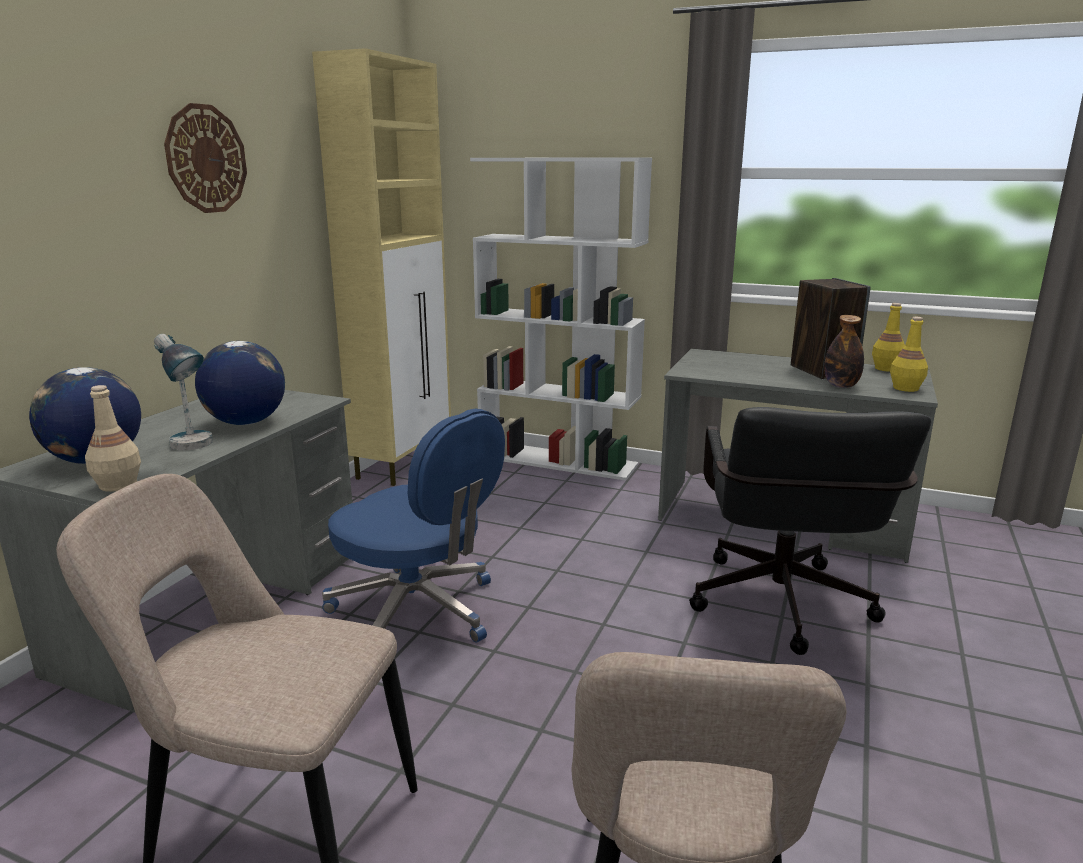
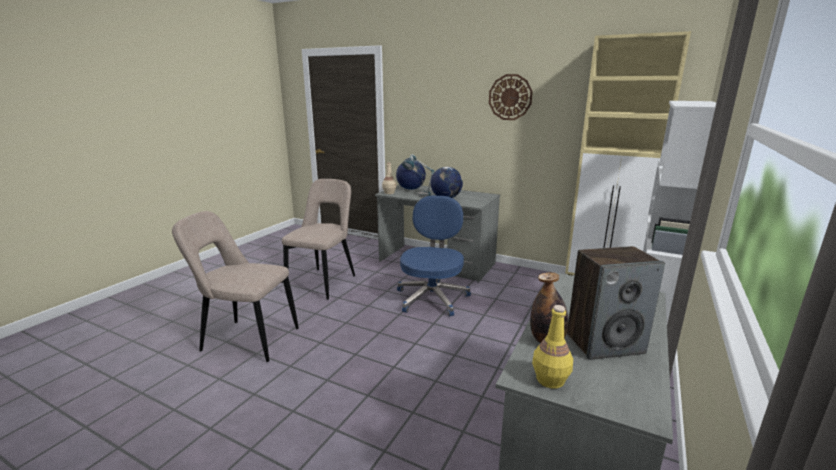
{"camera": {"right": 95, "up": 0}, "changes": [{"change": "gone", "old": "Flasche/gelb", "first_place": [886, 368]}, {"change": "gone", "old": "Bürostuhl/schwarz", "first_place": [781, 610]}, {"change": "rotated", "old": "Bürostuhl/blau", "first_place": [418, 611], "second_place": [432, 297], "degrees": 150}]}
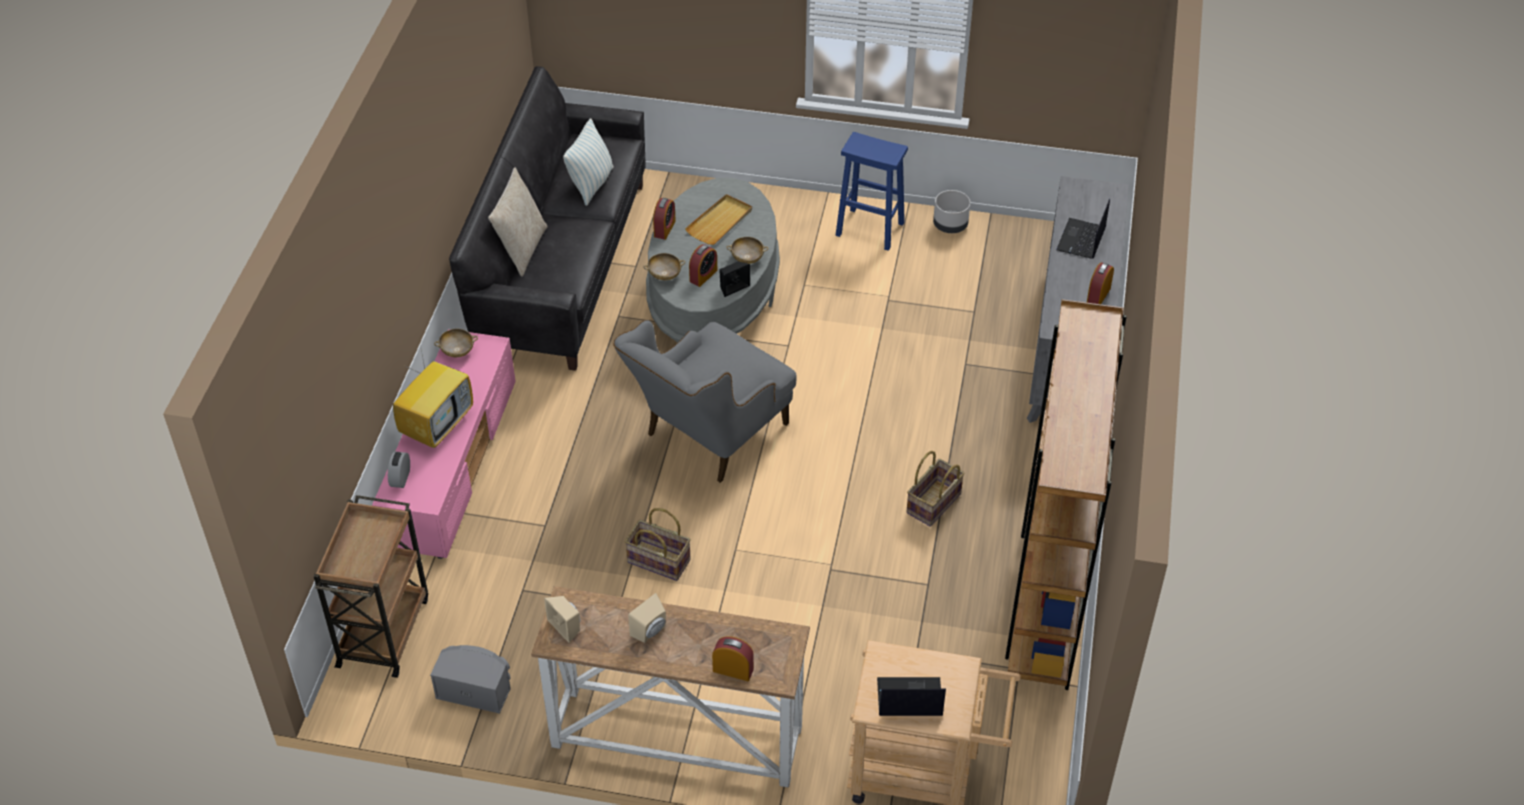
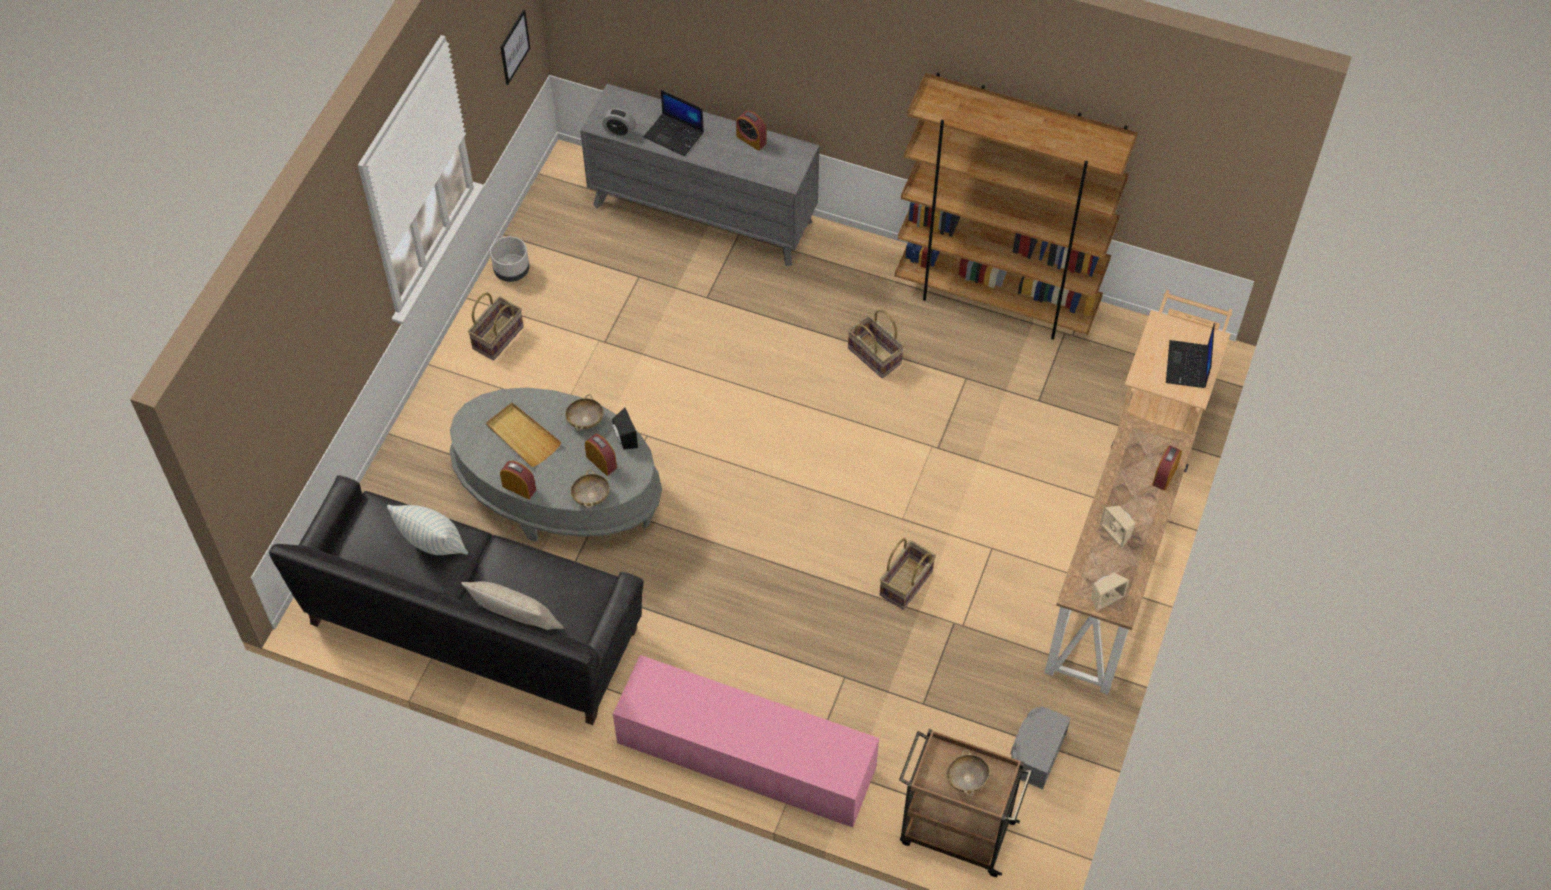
{"camera": {"right": -80, "up": 10}, "changes": [{"change": "swapped", "old": "Hocker/blau", "new": "Korb", "first_place": [871, 229], "second_place": [497, 337]}, {"change": "gone", "old": "Sessel/grau", "first_place": [708, 437]}, {"change": "shifted", "old": "Schüssel/beige", "first_place": [457, 351], "second_place": [966, 779]}, {"change": "gone", "old": "Fernseher", "first_place": [437, 424]}, {"change": "shifted", "old": "Wecker", "first_place": [400, 478], "second_place": [619, 131]}, {"change": "new", "new": "Bild", "second_place": [514, 47]}]}
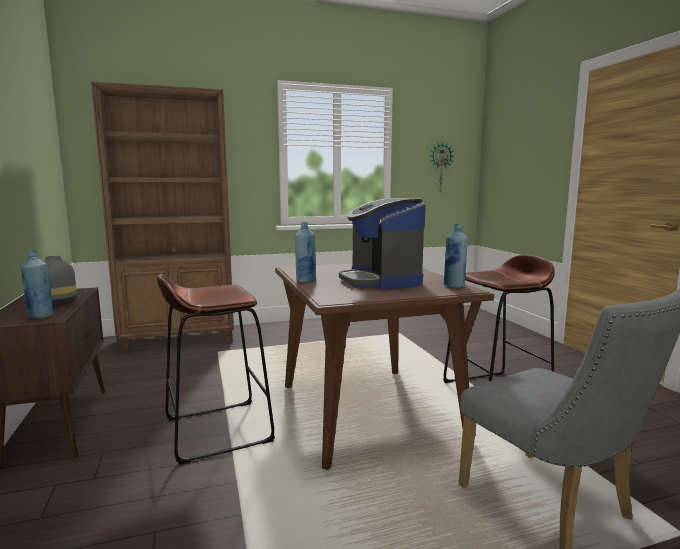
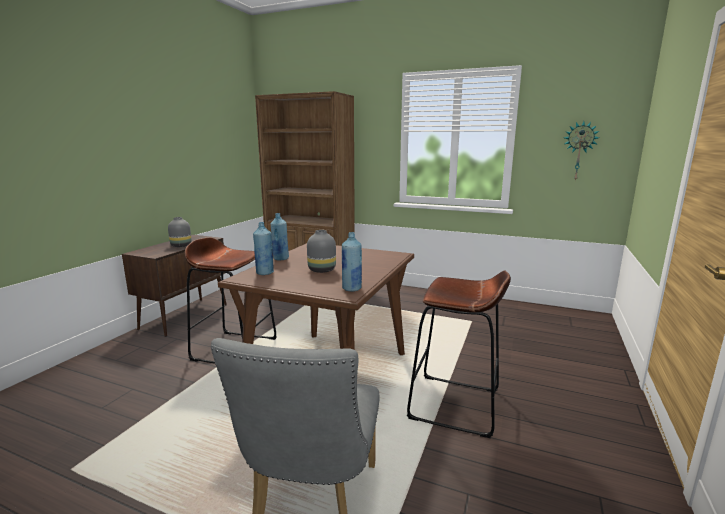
{"camera": {"right": 40, "up": 5}, "changes": [{"change": "swapped", "old": "Kaffeemaschine", "new": "Vase/grau", "first_place": [381, 281], "second_place": [322, 270]}, {"change": "shifted", "old": "Flasche/blau", "first_place": [40, 316], "second_place": [265, 273]}]}
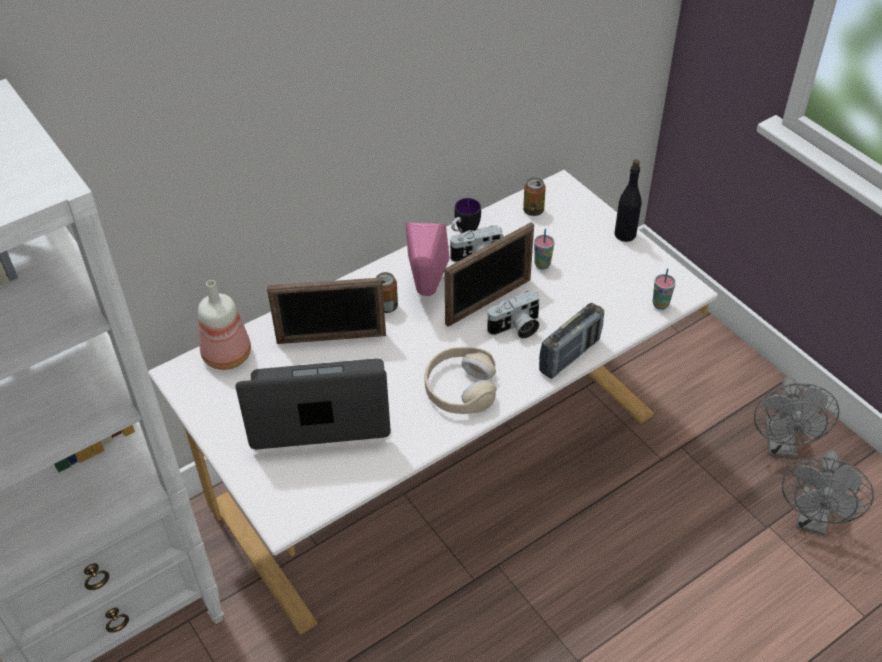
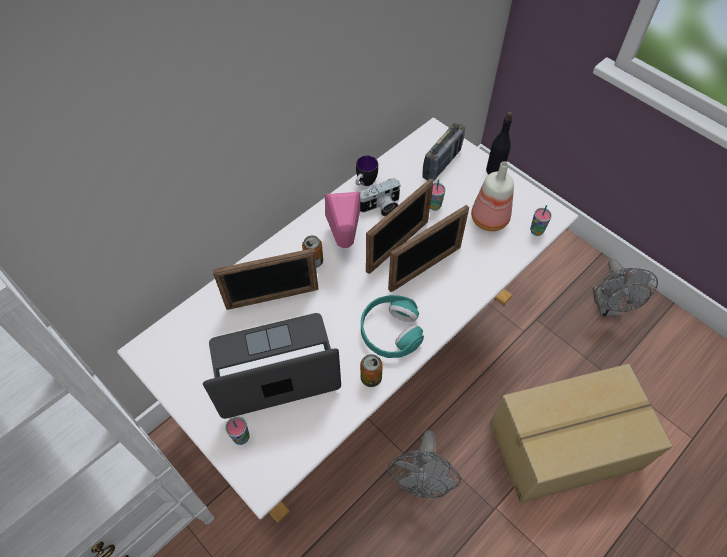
{"camera": {"right": -10, "up": 10}, "changes": [{"change": "shifted", "old": "Dose", "first_place": [533, 211], "second_place": [371, 378]}, {"change": "shifted", "old": "Flasche", "first_place": [228, 356], "second_place": [490, 220]}, {"change": "swapped", "old": "Kamera", "new": "Bilderrahmen", "first_place": [516, 328], "second_place": [425, 268]}, {"change": "shifted", "old": "Radio", "first_place": [570, 356], "second_place": [442, 164]}, {"change": "repainted", "old": "Kopfhörer/beige", "new": "Kopfhörer/türkis", "first_place": [460, 388], "second_place": [390, 331]}, {"change": "shifted", "old": "Ventilator/grau", "first_place": [813, 520], "second_place": [421, 481]}, {"change": "new", "new": "Karton", "second_place": [565, 446]}, {"change": "new", "new": "Tasse", "second_place": [241, 437]}]}
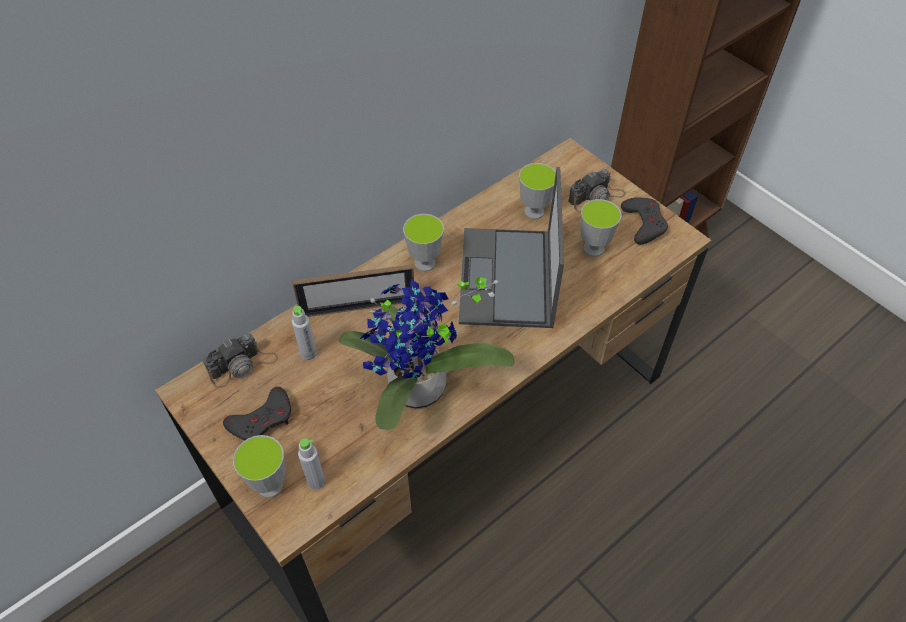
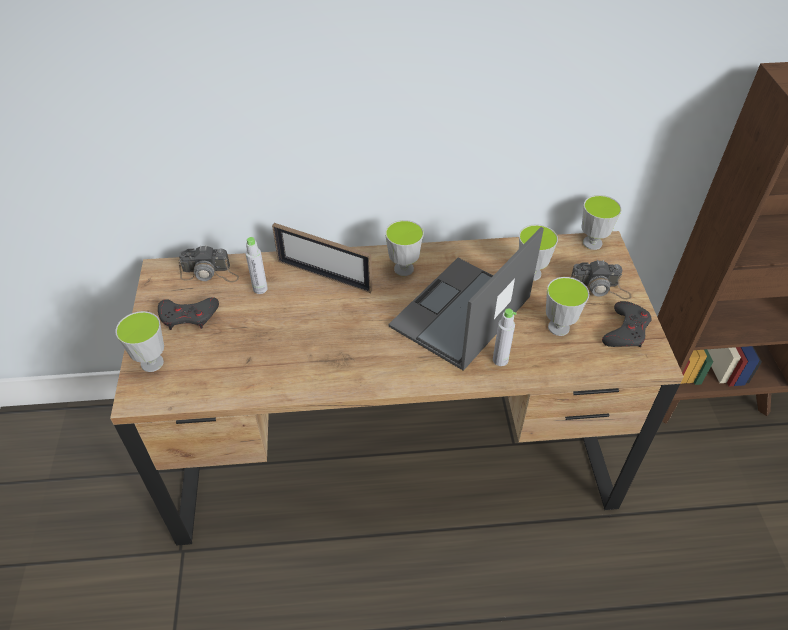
{"camera": {"right": 35, "up": -5}, "changes": [{"change": "gone", "old": "Topfpflanze", "first_place": [418, 395]}, {"change": "shifted", "old": "Flasche/grau", "first_place": [316, 481], "second_place": [500, 360]}, {"change": "new", "new": "Tasse", "second_place": [592, 243]}]}
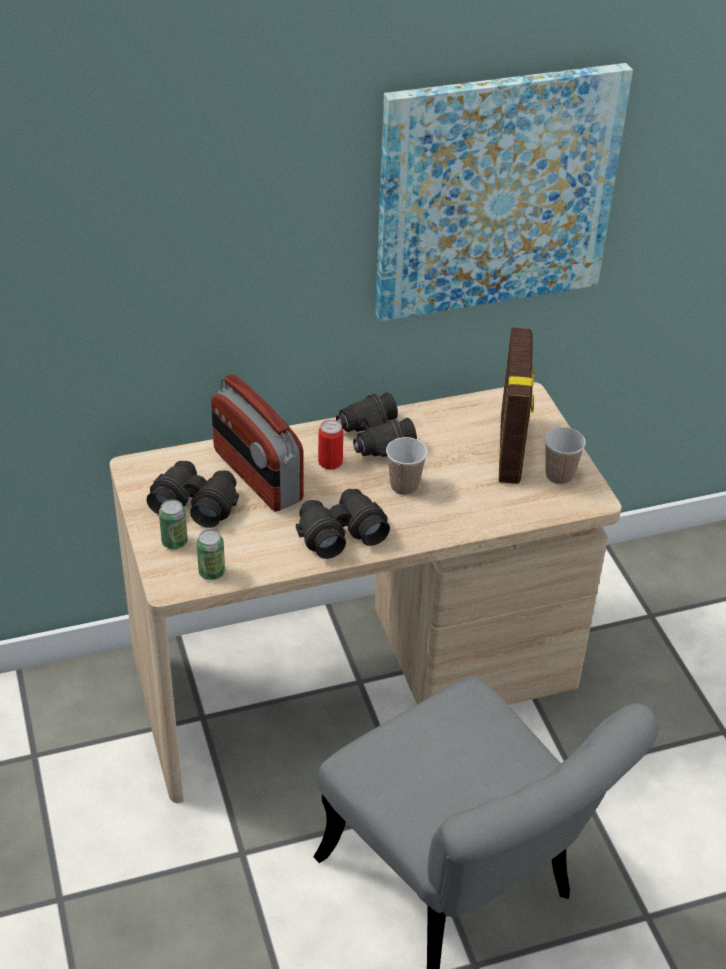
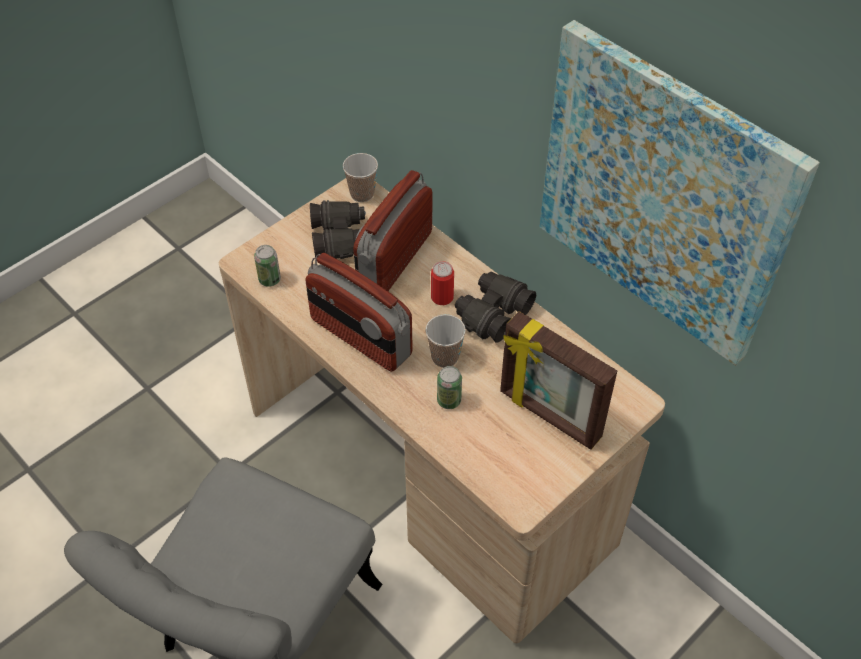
{"camera": {"right": 65, "up": 10}, "changes": [{"change": "rotated", "old": "Bilderrahmen", "first_place": [511, 449], "second_place": [549, 416], "degrees": 60}, {"change": "shifted", "old": "Tasse", "first_place": [559, 475], "second_place": [362, 194]}, {"change": "swapped", "old": "Fernglas/schwarz", "new": "Radio", "first_place": [340, 532], "second_place": [360, 337]}, {"change": "shifted", "old": "Dose", "first_place": [174, 542], "second_place": [449, 400]}]}
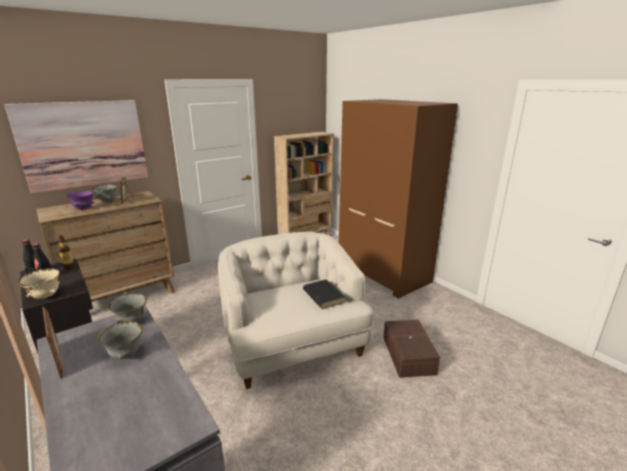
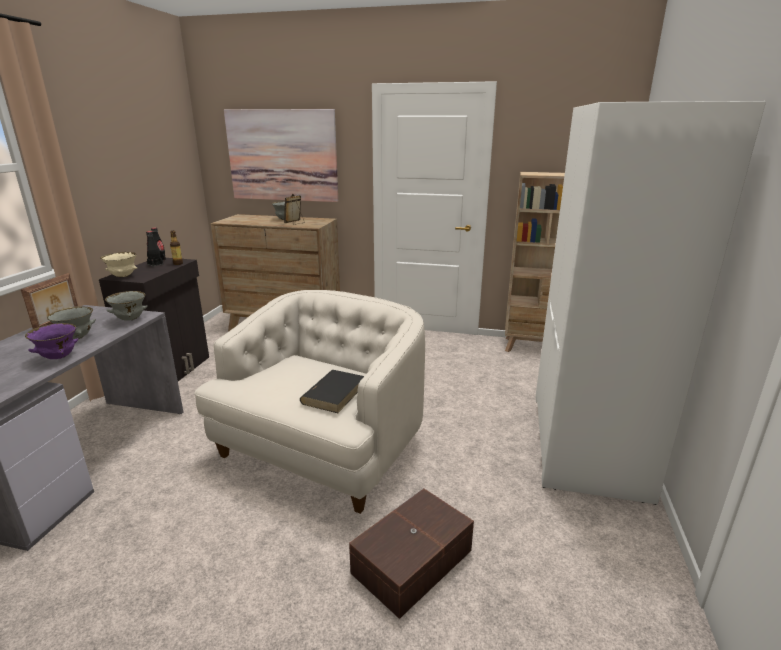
{"camera": {"right": 50, "up": 0}, "changes": [{"change": "repainted", "old": "Kleiderschrank/braun", "new": "Kleiderschrank/weiß", "first_place": [384, 273], "second_place": [588, 443]}, {"change": "shifted", "old": "Schüssel/lila", "first_place": [83, 209], "second_place": [58, 358]}]}
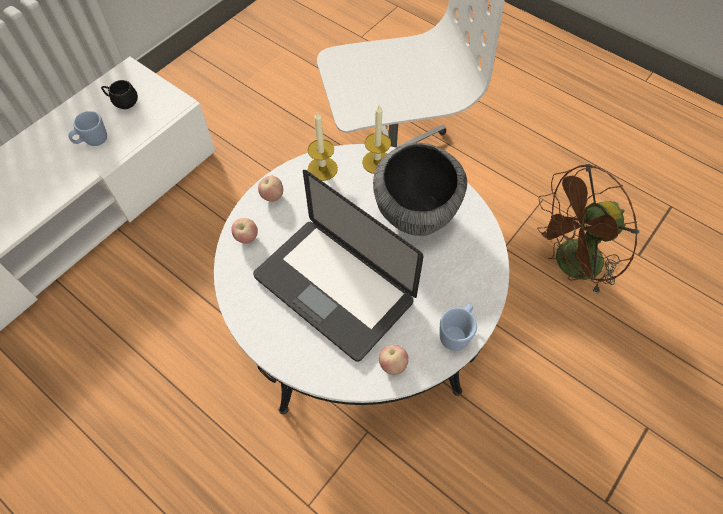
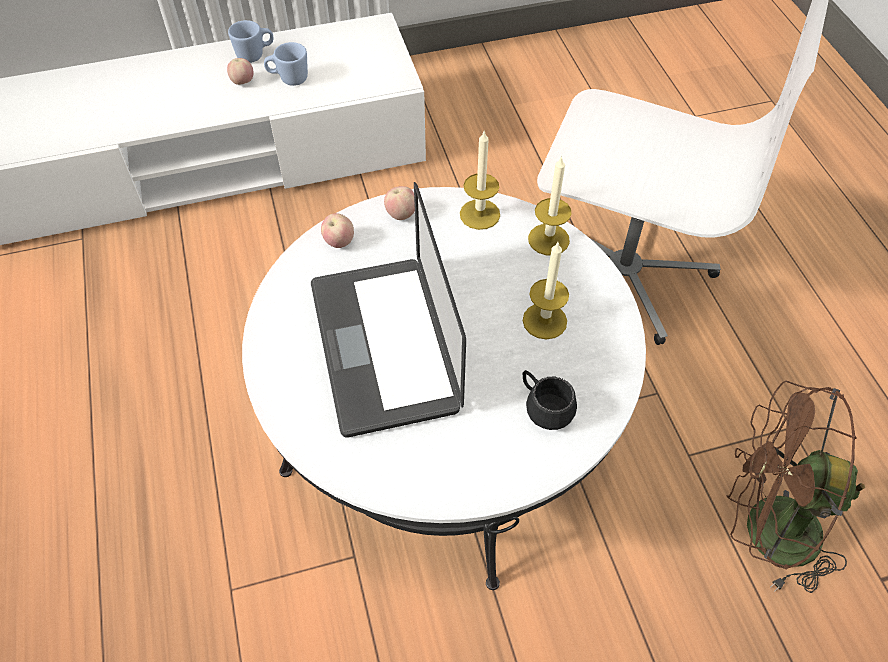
{"camera": {"right": 35, "up": -5}, "changes": [{"change": "shifted", "old": "Henkelbecher/schwarz", "first_place": [122, 102], "second_place": [543, 408]}, {"change": "swapped", "old": "Schüssel", "new": "Kerze", "first_place": [415, 215], "second_place": [544, 321]}, {"change": "shifted", "old": "Henkelbecher/blau", "first_place": [456, 333], "second_place": [255, 55]}, {"change": "shifted", "old": "Apfel", "first_place": [393, 365], "second_place": [243, 82]}]}
